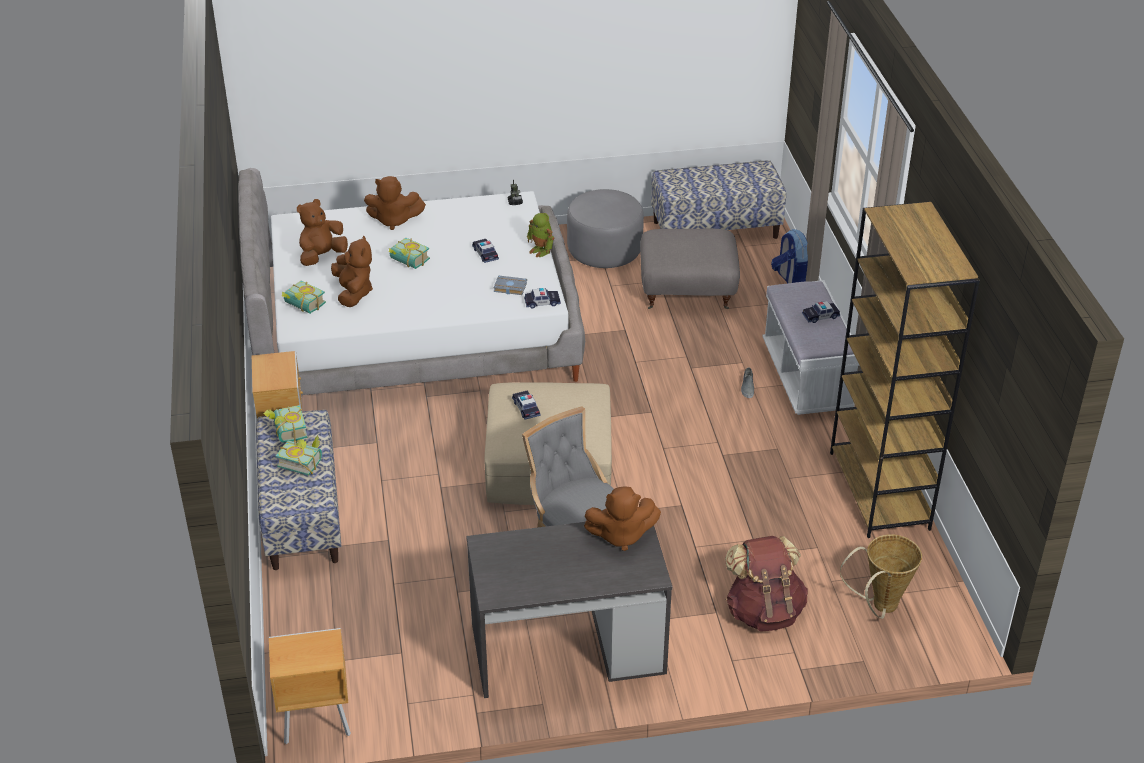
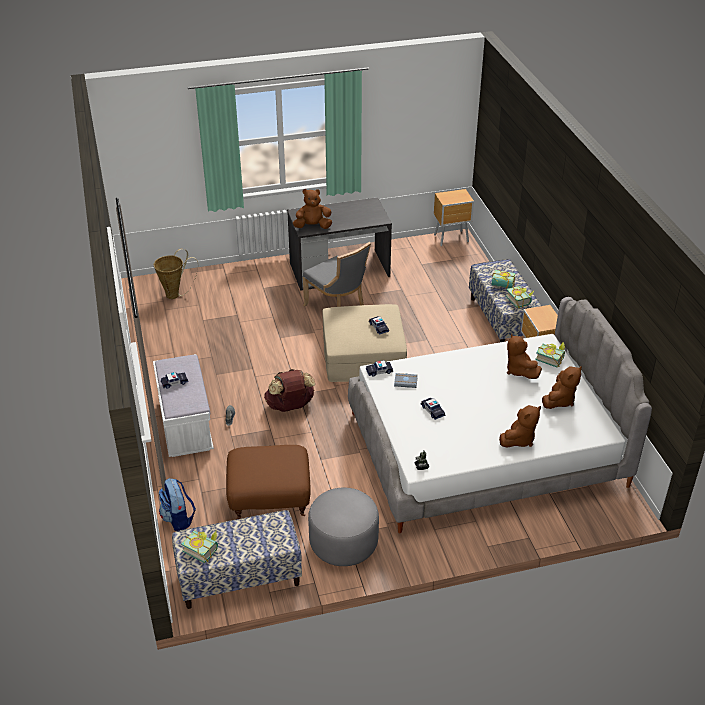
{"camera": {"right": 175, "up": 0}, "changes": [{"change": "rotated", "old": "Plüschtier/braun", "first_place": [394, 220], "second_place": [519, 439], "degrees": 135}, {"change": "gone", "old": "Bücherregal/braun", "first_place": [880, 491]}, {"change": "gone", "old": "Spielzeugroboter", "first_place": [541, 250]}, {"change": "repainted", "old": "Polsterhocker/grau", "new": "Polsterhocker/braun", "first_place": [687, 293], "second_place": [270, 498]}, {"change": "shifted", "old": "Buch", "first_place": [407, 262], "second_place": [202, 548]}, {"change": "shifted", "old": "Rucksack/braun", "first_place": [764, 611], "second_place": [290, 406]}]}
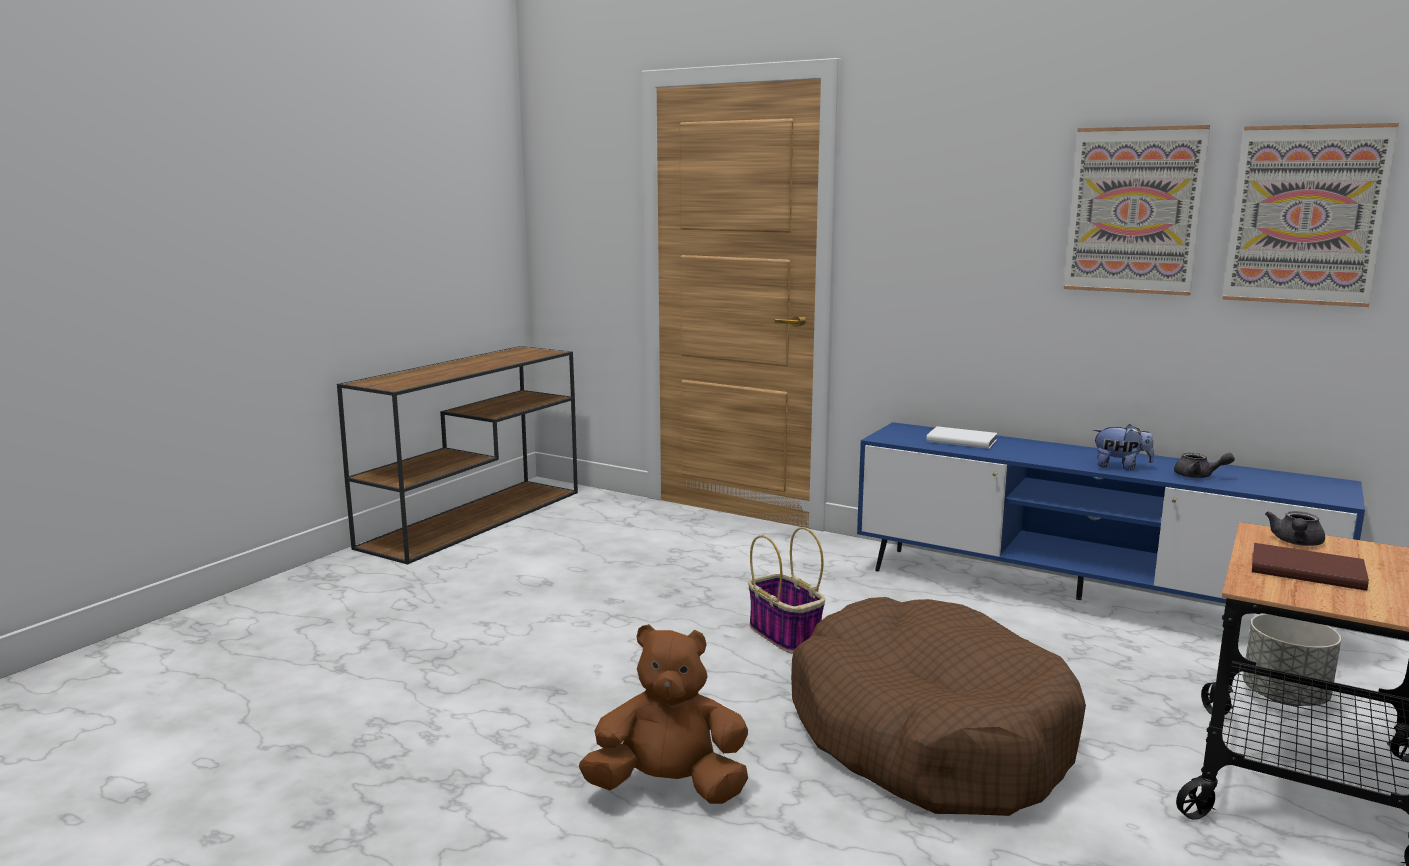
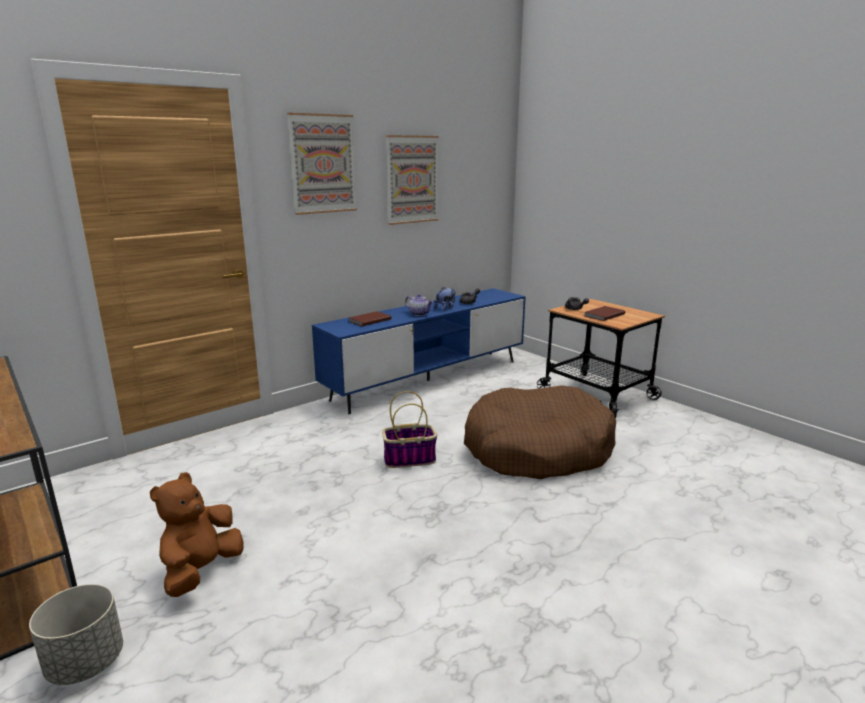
{"camera": {"right": -70, "up": 5}, "changes": [{"change": "shifted", "old": "Bild", "first_place": [1306, 215], "second_place": [323, 164]}, {"change": "repainted", "old": "Buch/weiß", "new": "Buch/braun", "first_place": [961, 440], "second_place": [369, 320]}, {"change": "shifted", "old": "Pflanzkübel/grau", "first_place": [1285, 697], "second_place": [86, 663]}, {"change": "shifted", "old": "Plüschtier/braun", "first_place": [669, 787], "second_place": [201, 571]}, {"change": "new", "new": "Teekanne", "second_place": [419, 314]}]}
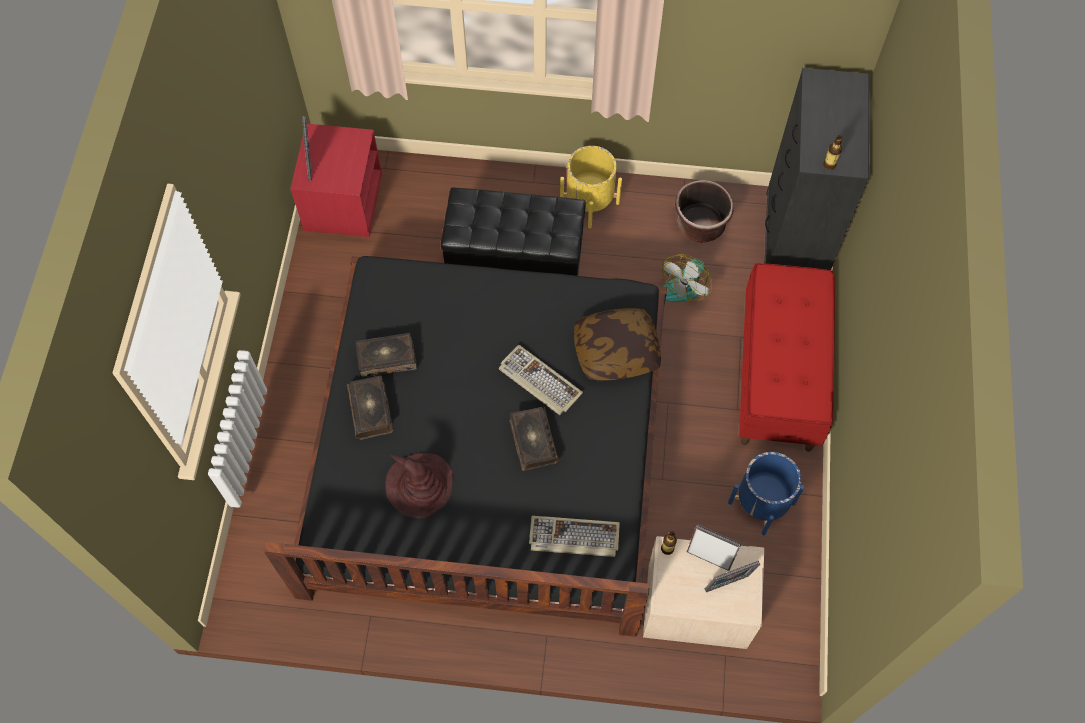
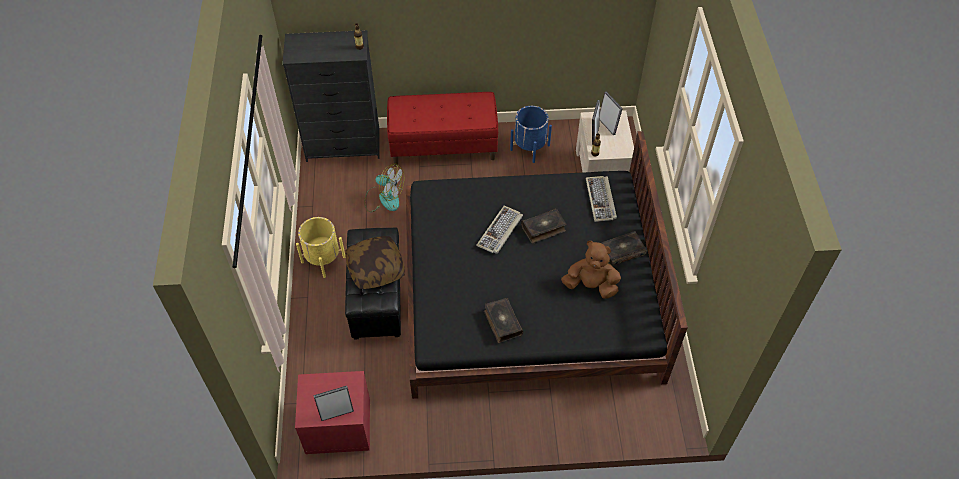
{"camera": {"right": -100, "up": -10}, "changes": [{"change": "gone", "old": "Pflanzkübel/braun", "first_place": [700, 224]}, {"change": "shifted", "old": "Kissen", "first_place": [616, 351], "second_place": [376, 268]}, {"change": "shifted", "old": "Buch", "first_place": [371, 410], "second_place": [622, 252]}, {"change": "swapped", "old": "Hut/braun", "new": "Plüschtier/braun", "first_place": [420, 485], "second_place": [591, 285]}]}
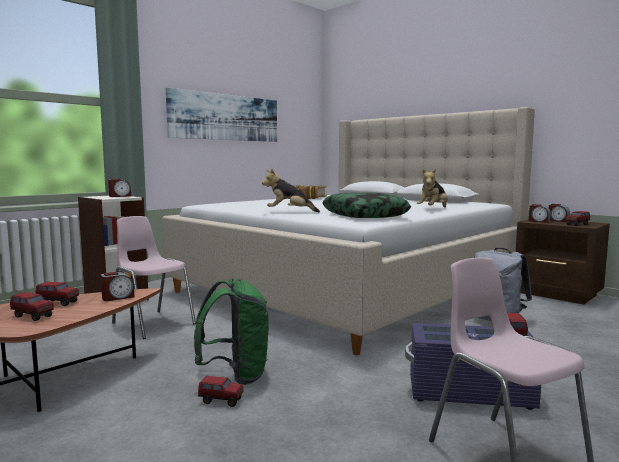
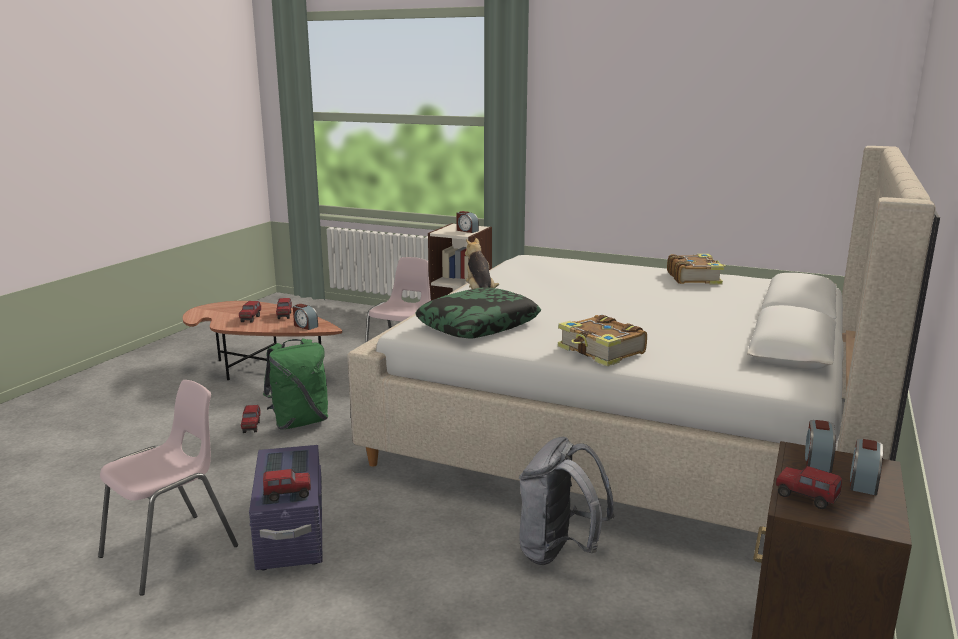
{"camera": {"right": 70, "up": 10}, "changes": [{"change": "gone", "old": "Bild", "first_place": [226, 117]}, {"change": "swapped", "old": "Plüschtier", "new": "Buch", "first_place": [433, 209], "second_place": [601, 352]}]}
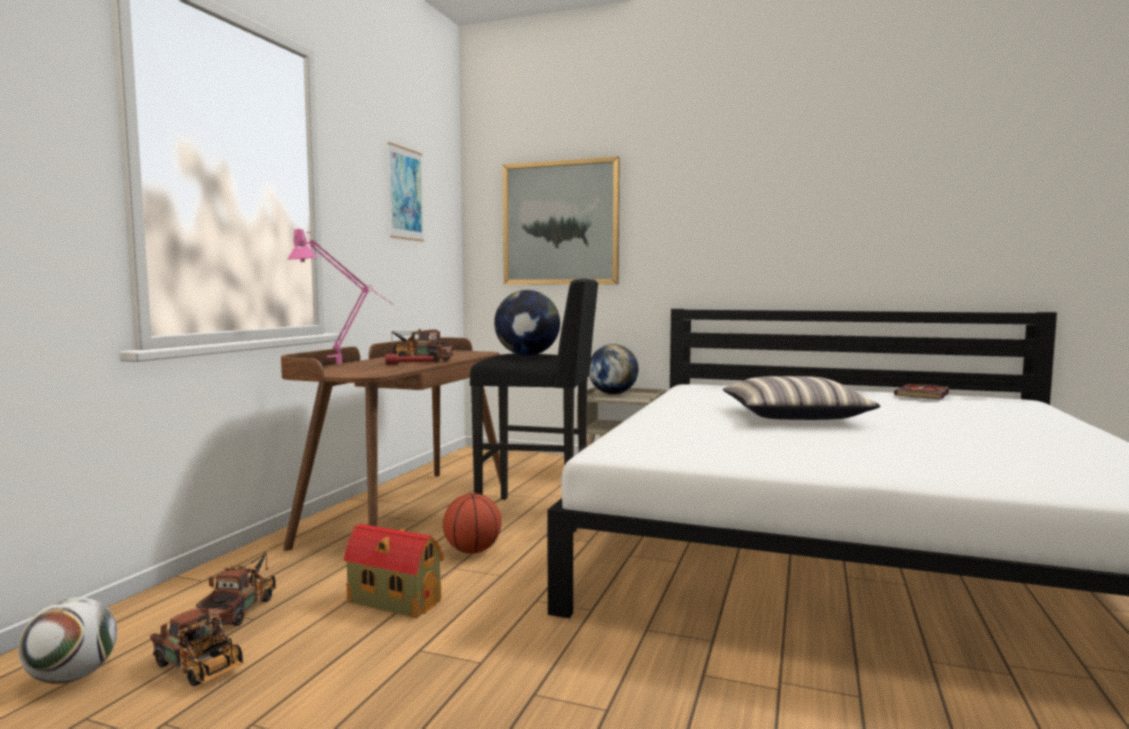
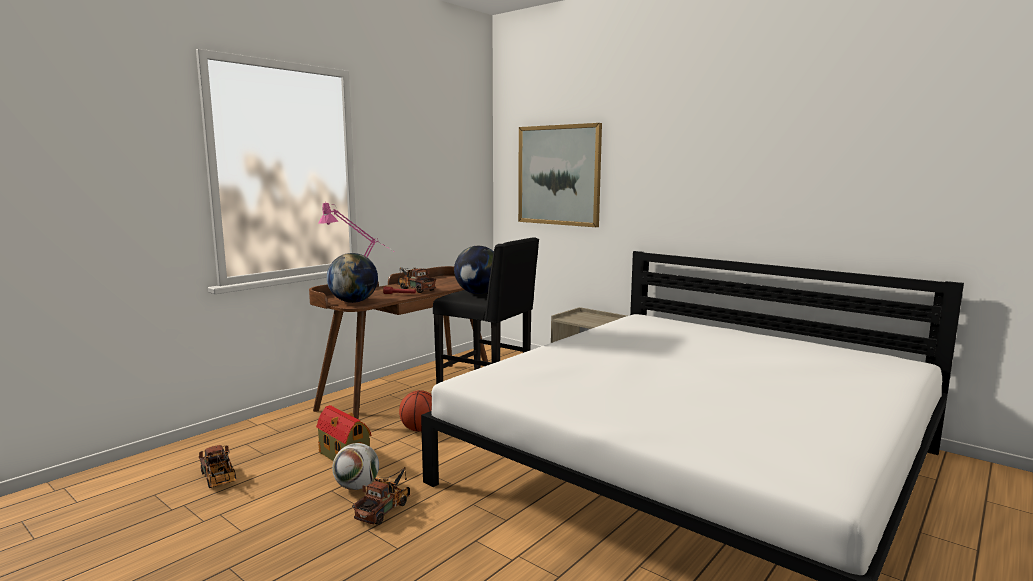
{"camera": {"right": 20, "up": 5}, "changes": [{"change": "gone", "old": "Bild", "first_place": [405, 194]}, {"change": "shifted", "old": "Globus", "first_place": [613, 394], "second_place": [353, 302]}, {"change": "gone", "old": "Kissen", "first_place": [794, 416]}, {"change": "gone", "old": "Buch", "first_place": [923, 395]}, {"change": "shifted", "old": "Spielzeuglaster", "first_place": [243, 608], "second_place": [386, 508]}, {"change": "shifted", "old": "Fußball", "first_place": [72, 677], "second_place": [357, 486]}]}
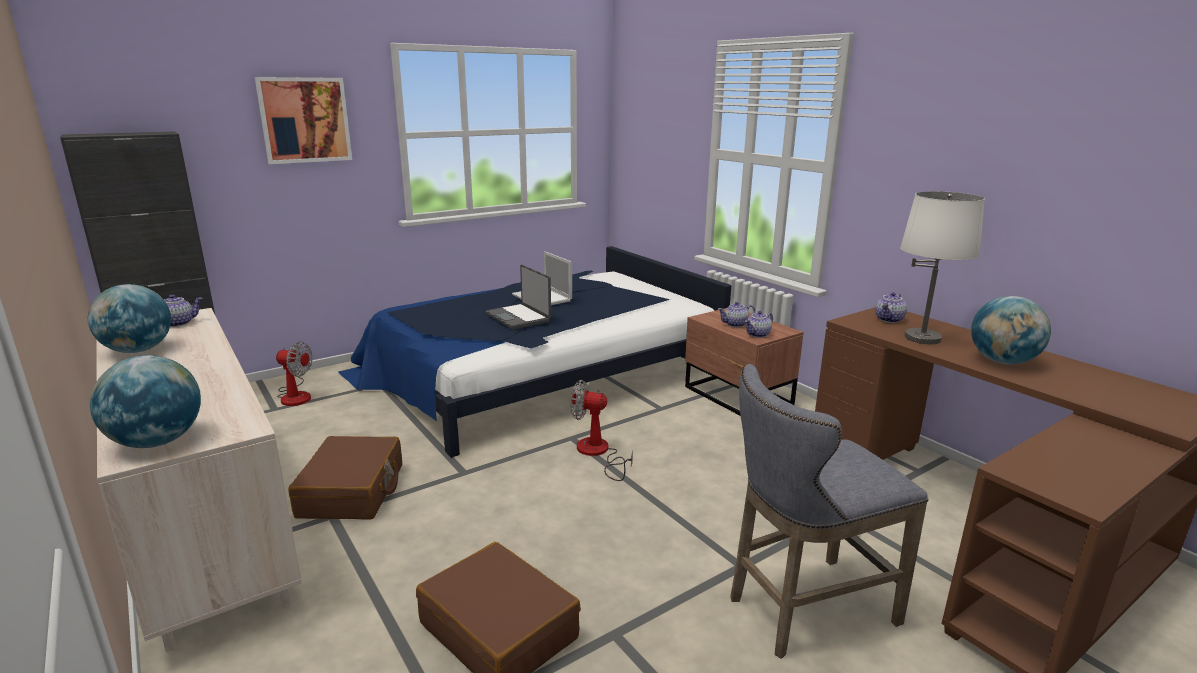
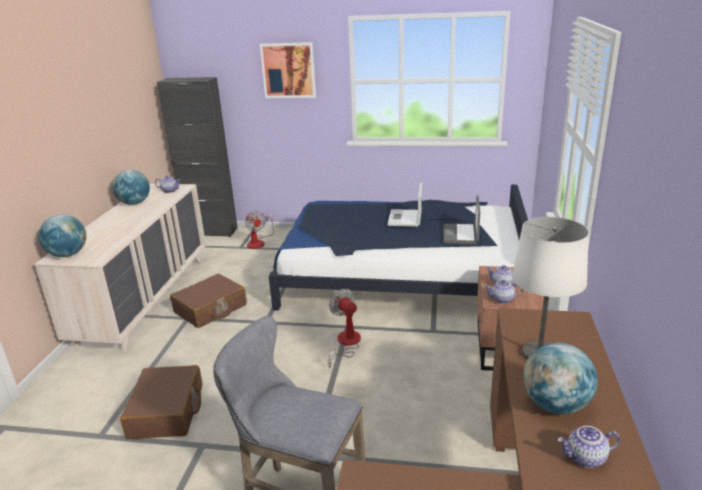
{"camera": {"right": 45, "up": 5}, "changes": [{"change": "shifted", "old": "Laptop", "first_place": [519, 317], "second_place": [461, 235]}, {"change": "shifted", "old": "Teekanne", "first_place": [889, 320], "second_place": [586, 459]}]}
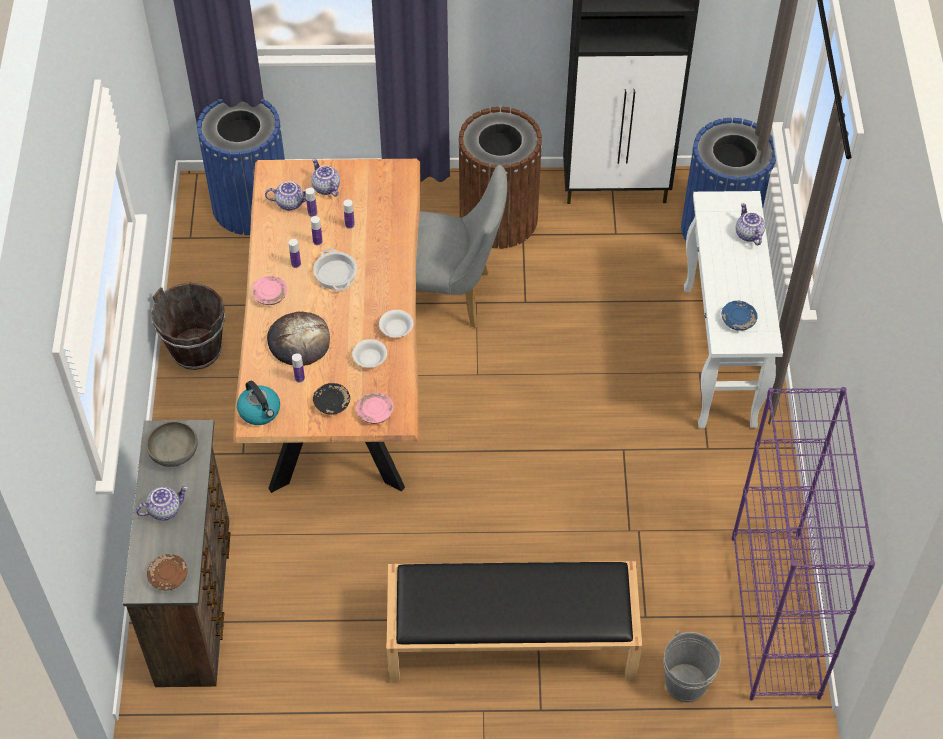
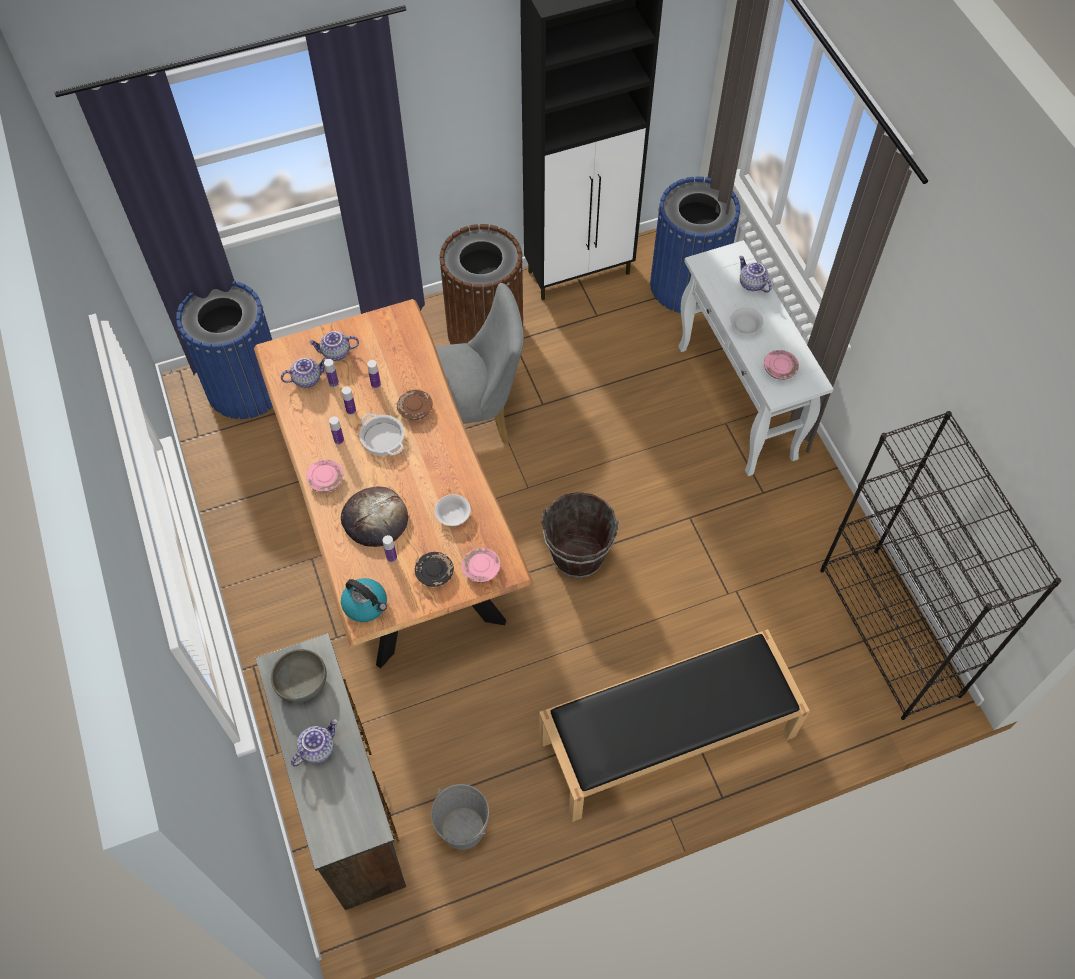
{"camera": {"right": -20, "up": 5}, "changes": [{"change": "rotated", "old": "Teekanne", "first_place": [325, 187], "second_place": [336, 353], "degrees": -45}, {"change": "shifted", "old": "Eimer/braun", "first_place": [196, 349], "second_place": [578, 555]}, {"change": "repainted", "old": "Teller/blau", "new": "Teller/rosa", "first_place": [738, 320], "second_place": [780, 369]}, {"change": "shifted", "old": "Schüssel/weiß", "first_place": [396, 329], "second_place": [745, 326]}, {"change": "repainted", "old": "Bücherregal/lila", "new": "Bücherregal/schwarz", "first_place": [775, 617], "second_place": [890, 632]}, {"change": "shifted", "old": "Teller/braun", "first_place": [168, 576], "second_place": [415, 409]}, {"change": "shifted", "old": "Eimer/grau", "first_place": [686, 683], "second_place": [463, 828]}]}
